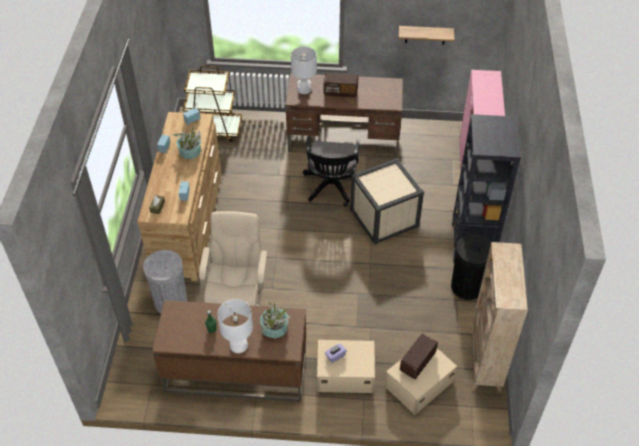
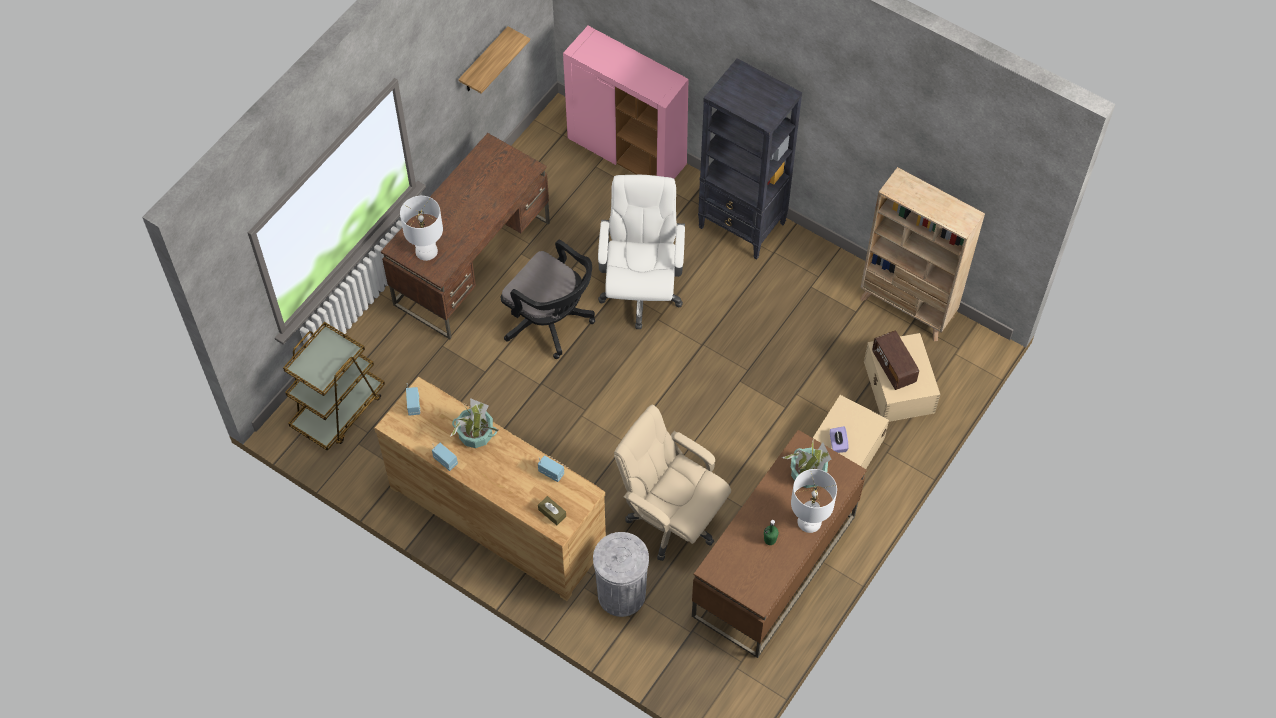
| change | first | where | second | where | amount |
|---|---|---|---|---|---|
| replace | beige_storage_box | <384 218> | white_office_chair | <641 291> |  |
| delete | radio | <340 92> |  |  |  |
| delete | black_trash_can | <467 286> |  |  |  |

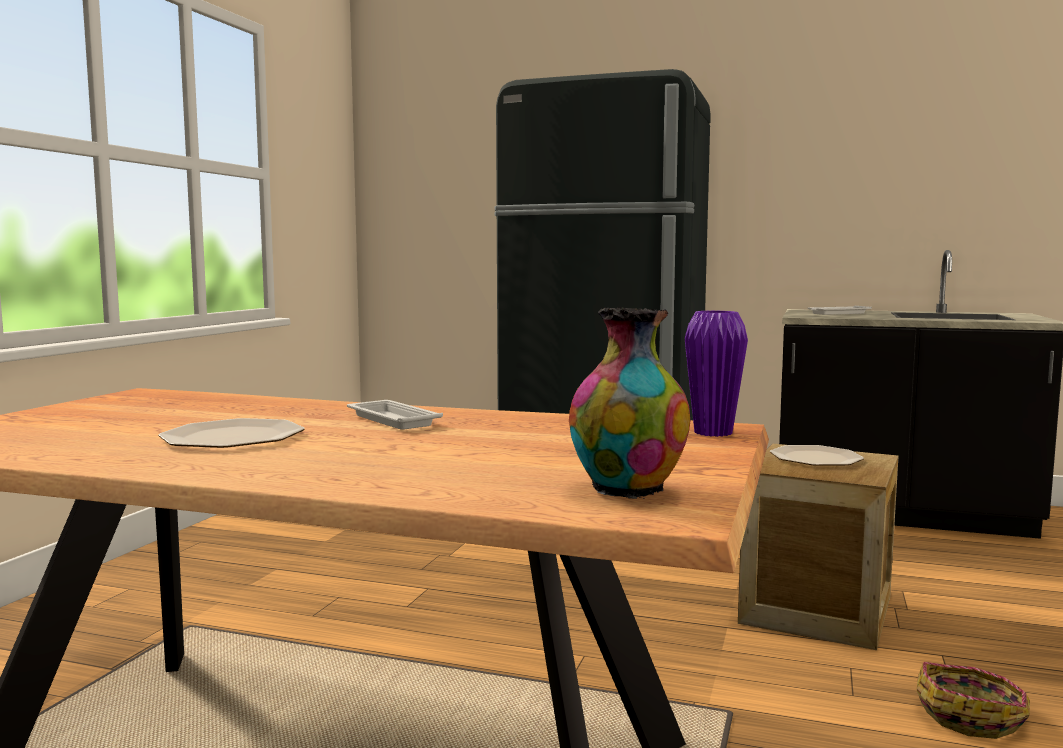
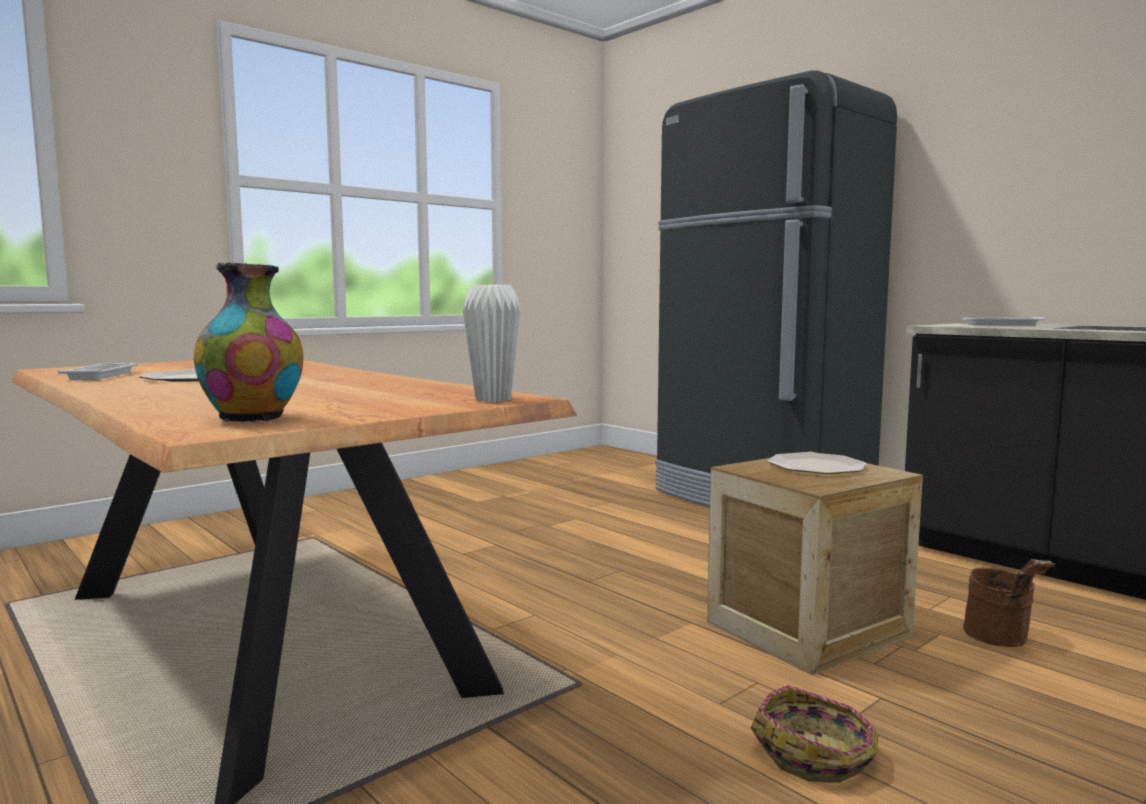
| change | first | where | second | where | amount |
|---|---|---|---|---|---|
| move | white_tray | <392 420> |  | <101 376> |  |
| recolor | purple_vase | <713 432> | white_vase | <493 399> |  |
| insert |  |  | brown_bucket | <1002 640> |  |

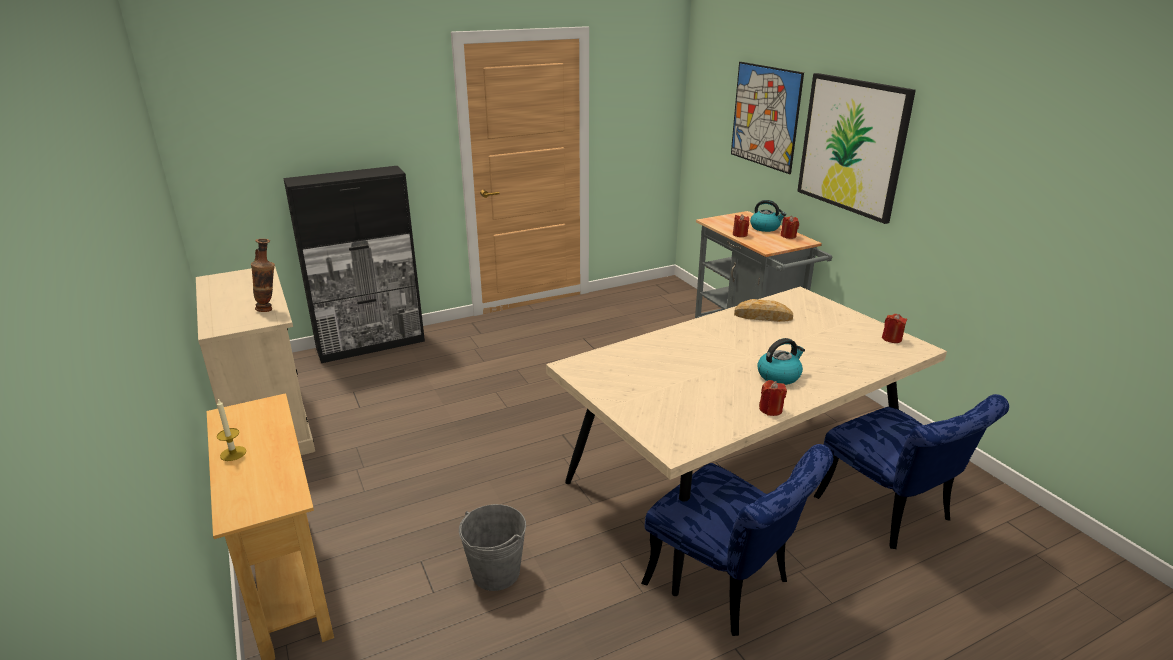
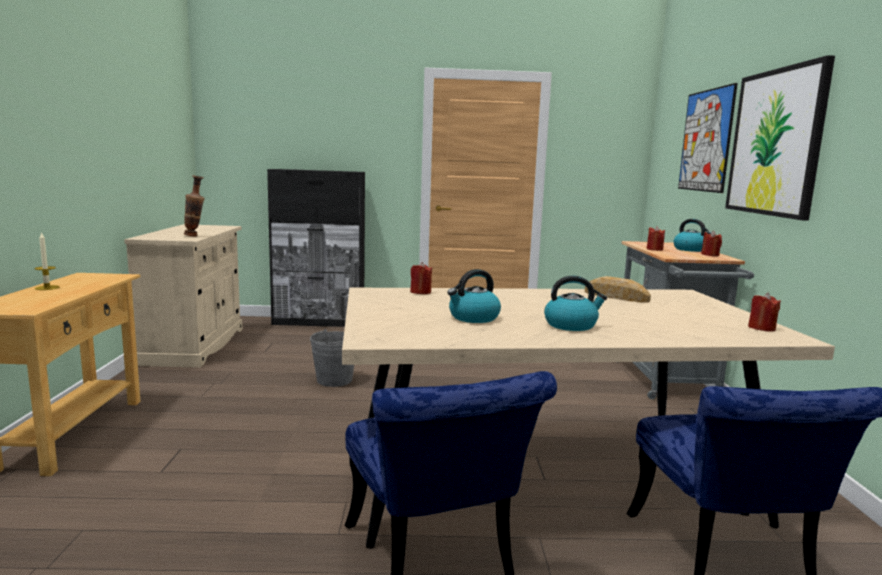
| change | first | where | second | where | amount |
|---|---|---|---|---|---|
| move | grey_bucket | <496 572> |  | <334 380> |  |
| move | red_candle | <770 410> |  | <420 292> |  |
| insert |  |  | kettle | <473 318> |  |

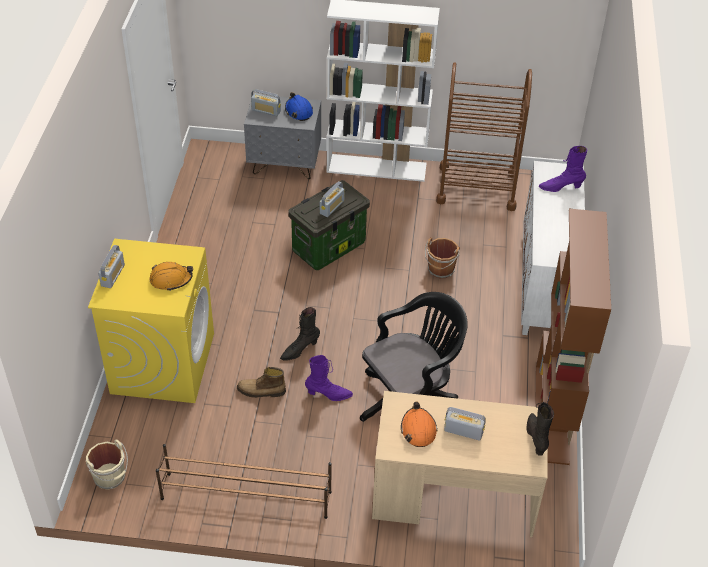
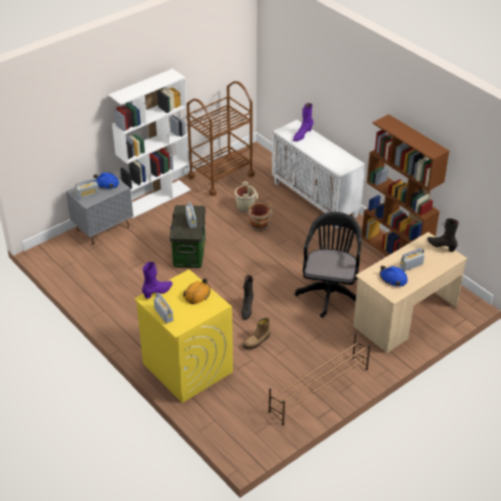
| change | first | where | second | where | amount |
|---|---|---|---|---|---|
| move | purple_boot | <328 395> |  | <158 292> |  |
| move | beige_bucket | <110 477> |  | <246 206> |  |
| recolor | orange_hard_hat | <418 429> | blue_hard_hat | <393 279> |  |

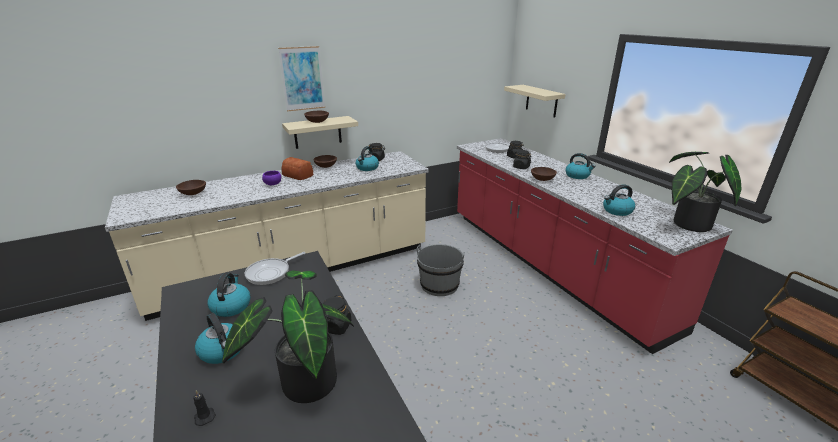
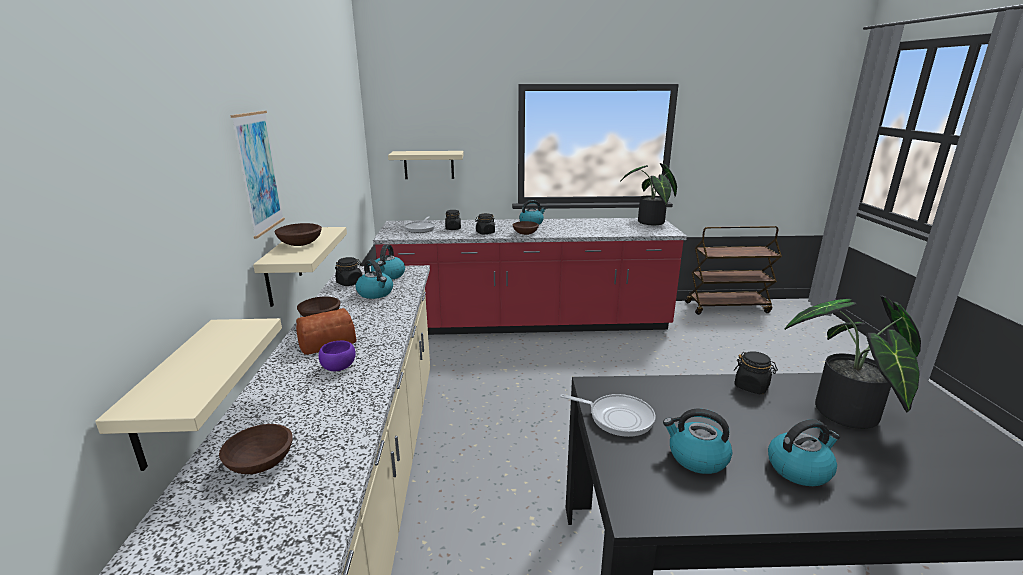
| change | first | where | second | where | amount |
|---|---|---|---|---|---|
| insert |  |  | beige_shelf | <172 394> |  |
| move | kettle | <617 211> |  | <388 275> |  |
| rotate | frying_pan | <271 273> |  | <617 417> | 45 degrees counterclockwise |
| delete | black_candle | <204 416> |  |  |  |
| delete | grey_bucket | <439 285> |  |  |  |

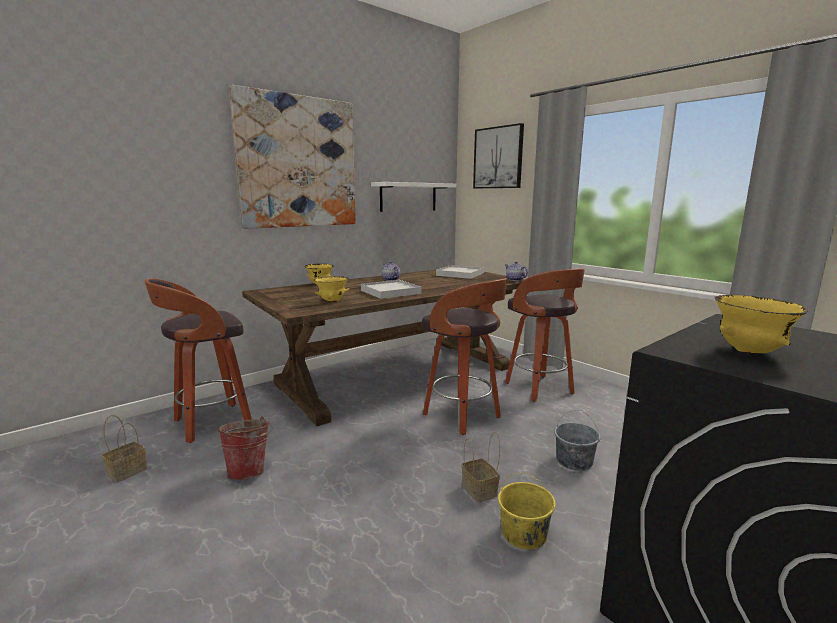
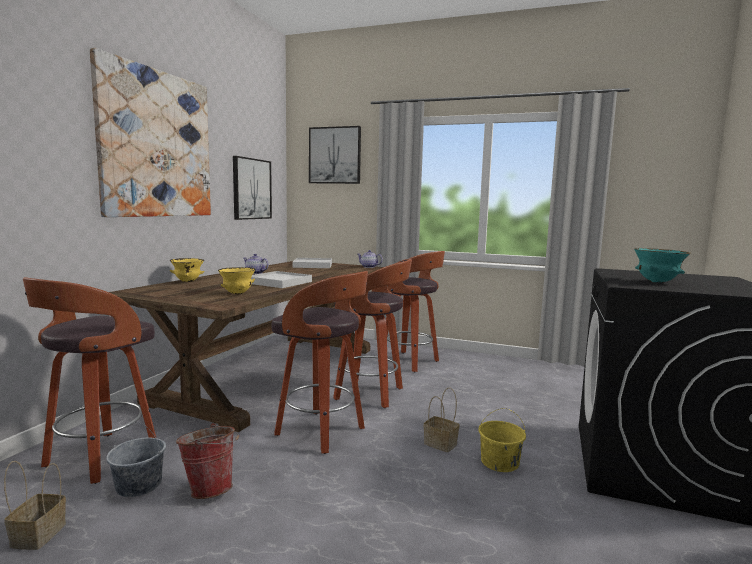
| change | first | where | second | where | amount |
|---|---|---|---|---|---|
| move | grey_bucket | <574 461> |  | <138 485> |  |
| replace | white_shelf | <408 197> | picture | <251 189> |  |
| insert |  |  | stool | <322 432> |  |
| recolor | yellow_bowl | <749 352> | turquoise_bowl | <657 282> |  |

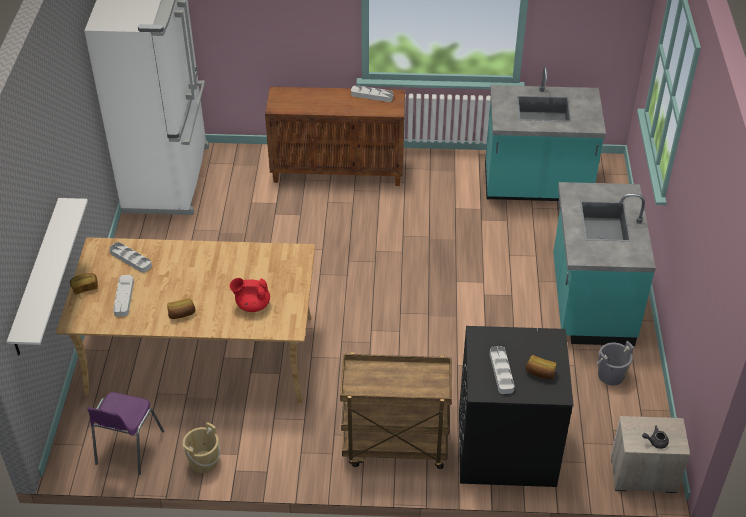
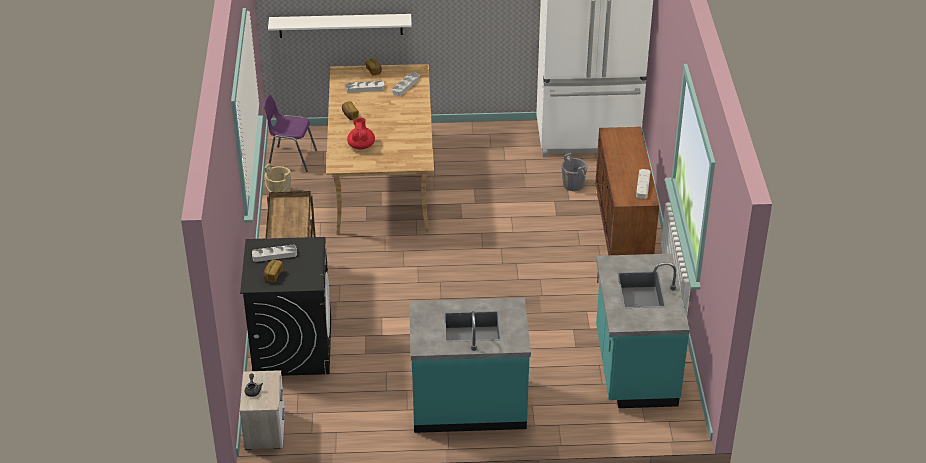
| change | first | where | second | where | amount |
|---|---|---|---|---|---|
| move | grey_bucket | <611 375> |  | <573 185> |  |

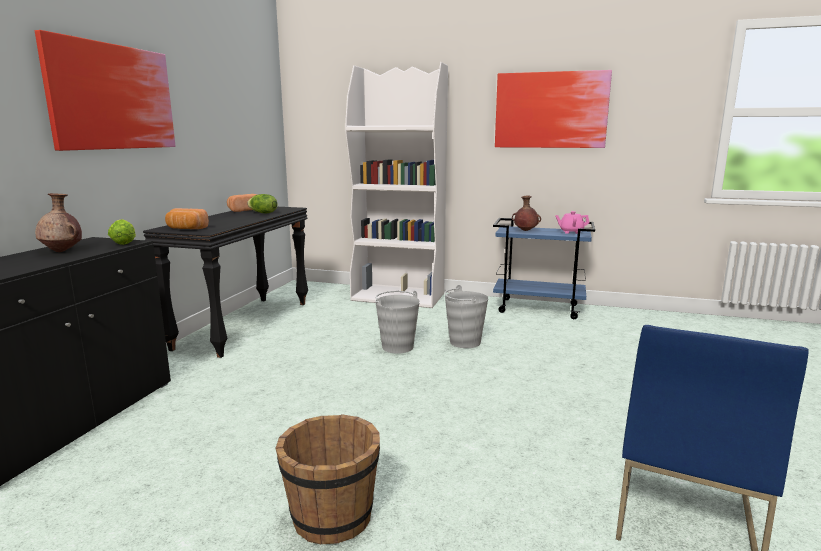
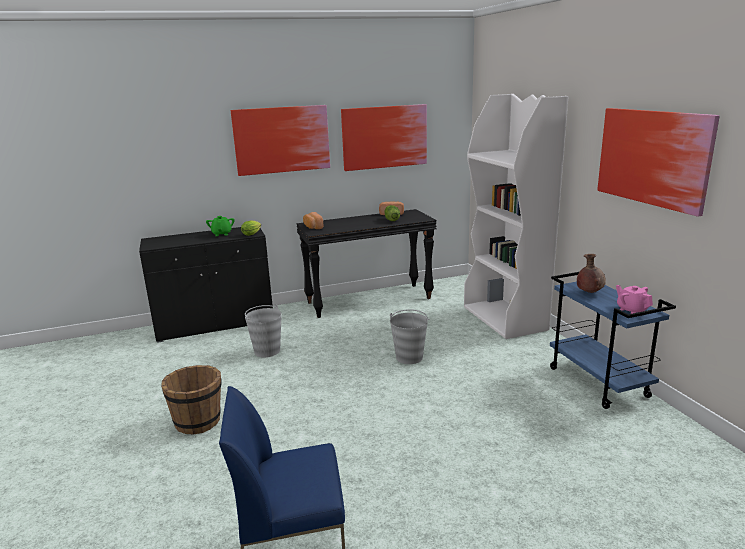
| change | first | where | second | where | amount |
|---|---|---|---|---|---|
| replace | brown_vase | <63 251> | green_teapot | <222 234> |  |
| move | grey_bucket | <464 342> |  | <267 351> |  |
| insert |  |  | picture | <384 137> |  |

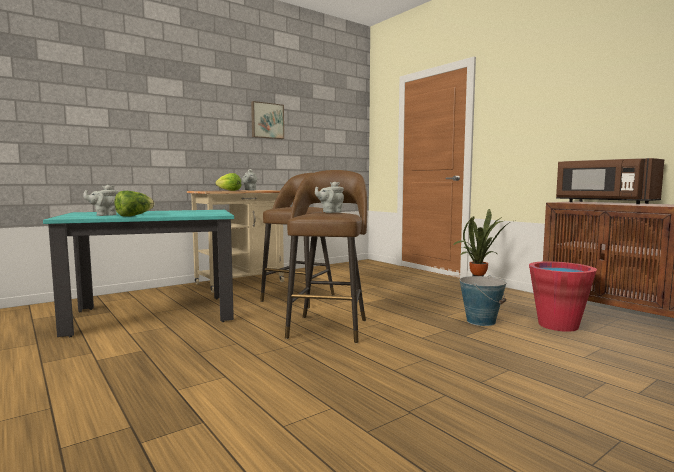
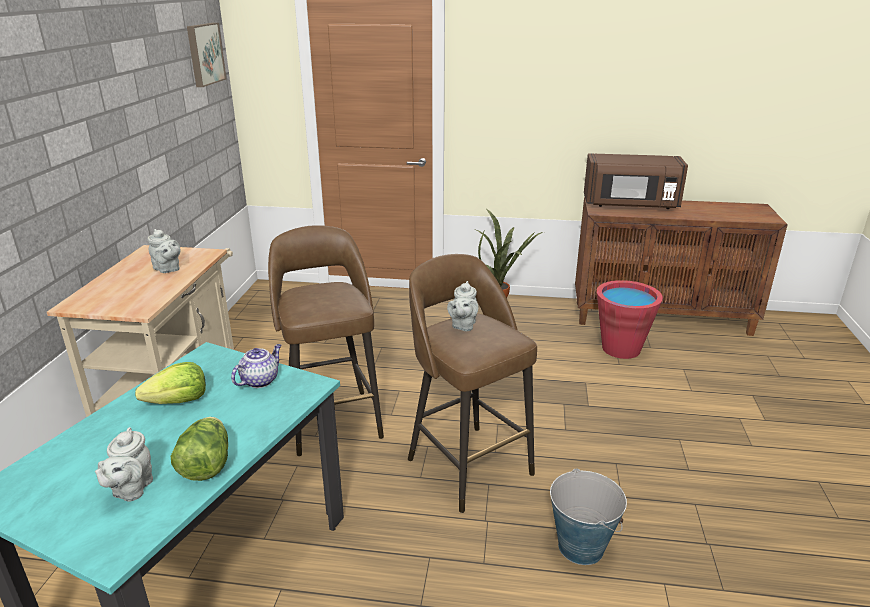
| change | first | where | second | where | amount |
|---|---|---|---|---|---|
| move | lettuce | <229 190> |  | <178 401> |  |
| move | picture | <267 120> |  | <204 54> |  |
| insert |  |  | teapot | <260 380> |  |
| move | bucket | <481 321> |  | <580 546> |  |

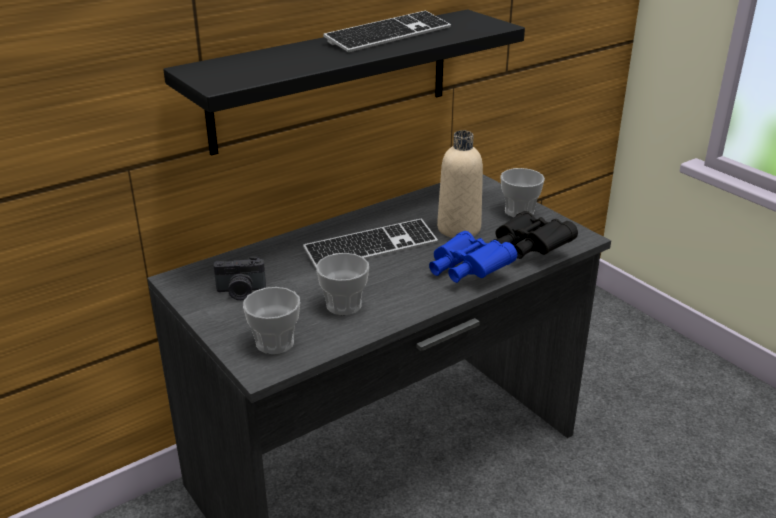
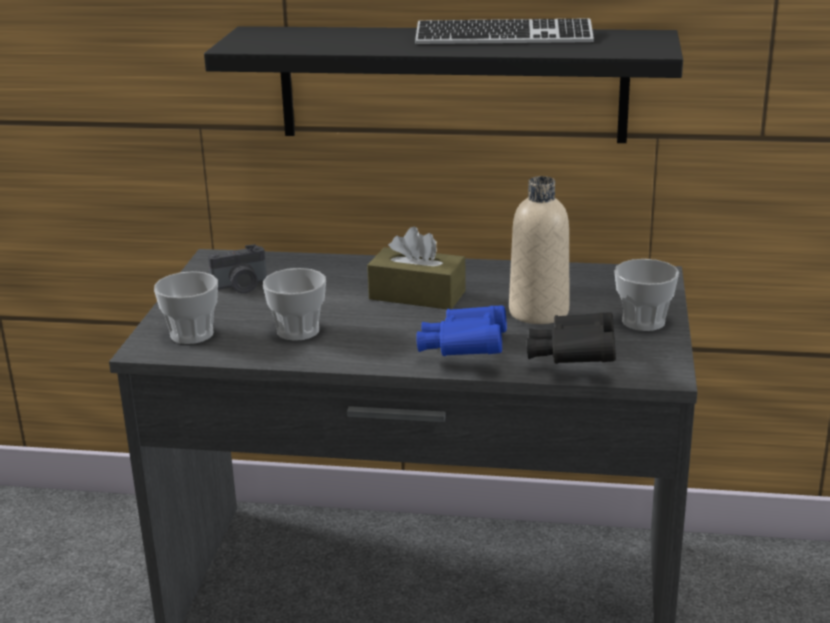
| change | first | where | second | where | amount |
|---|---|---|---|---|---|
| rotate | photo_camera | <241 292> |  | <241 286> | 60 degrees counterclockwise |
| replace | keyboard | <371 247> | brown_tissue_box | <417 295> |  |

